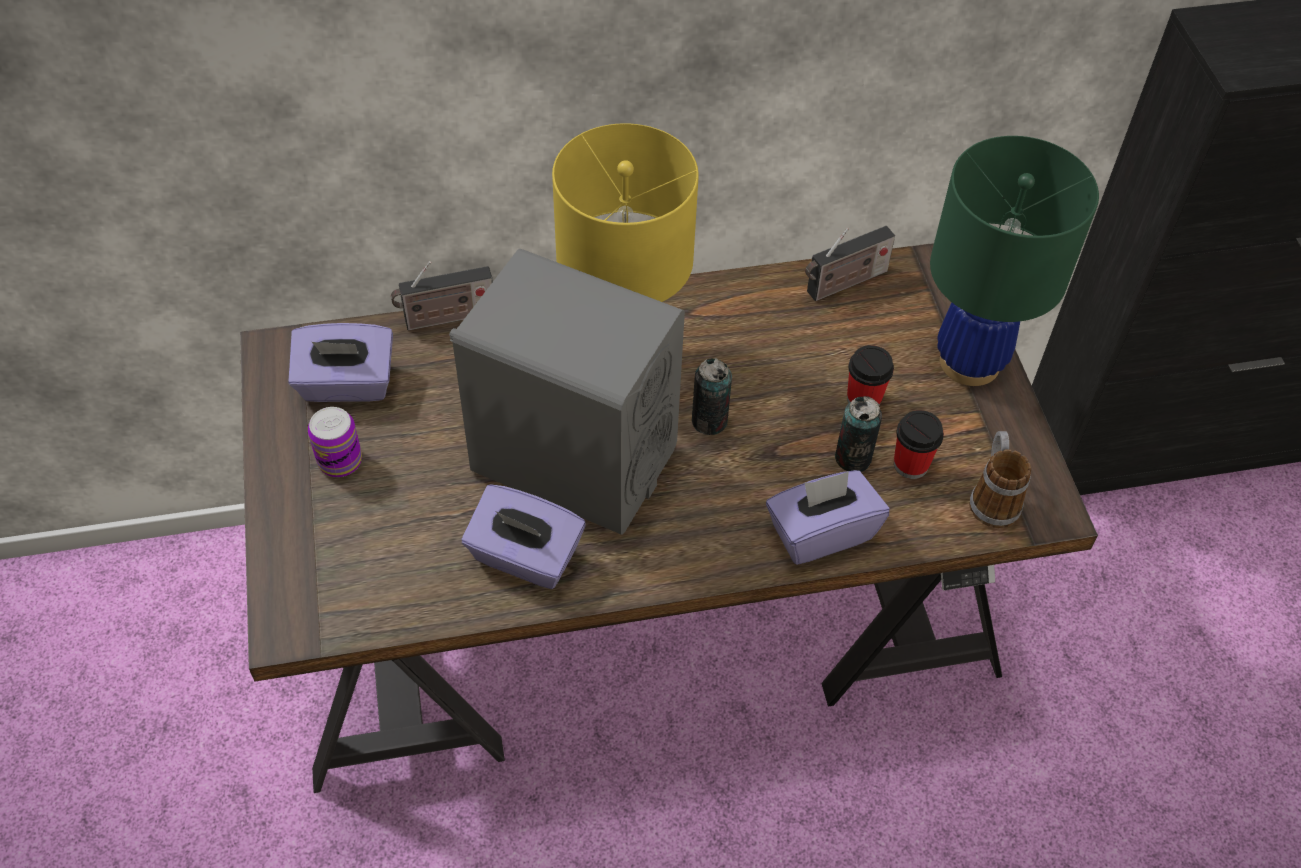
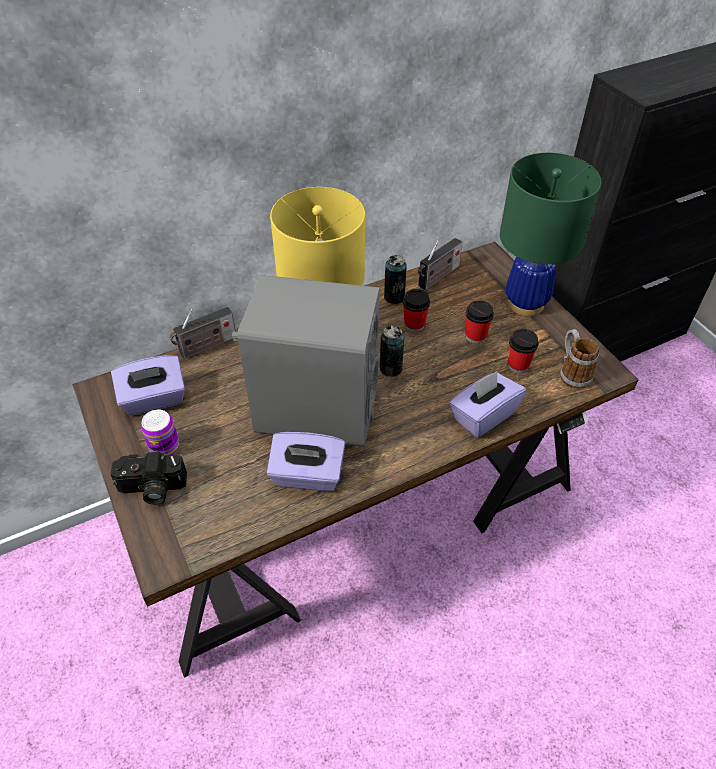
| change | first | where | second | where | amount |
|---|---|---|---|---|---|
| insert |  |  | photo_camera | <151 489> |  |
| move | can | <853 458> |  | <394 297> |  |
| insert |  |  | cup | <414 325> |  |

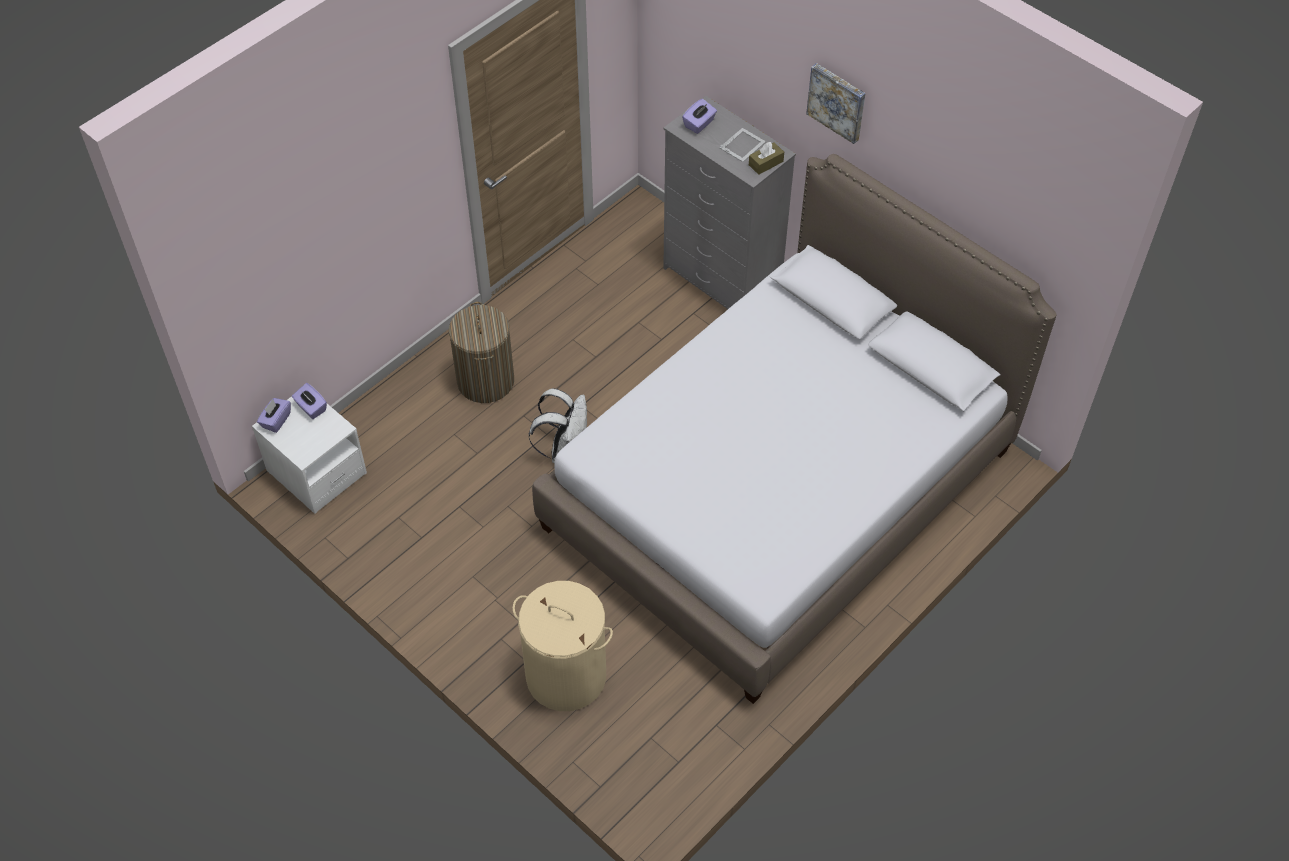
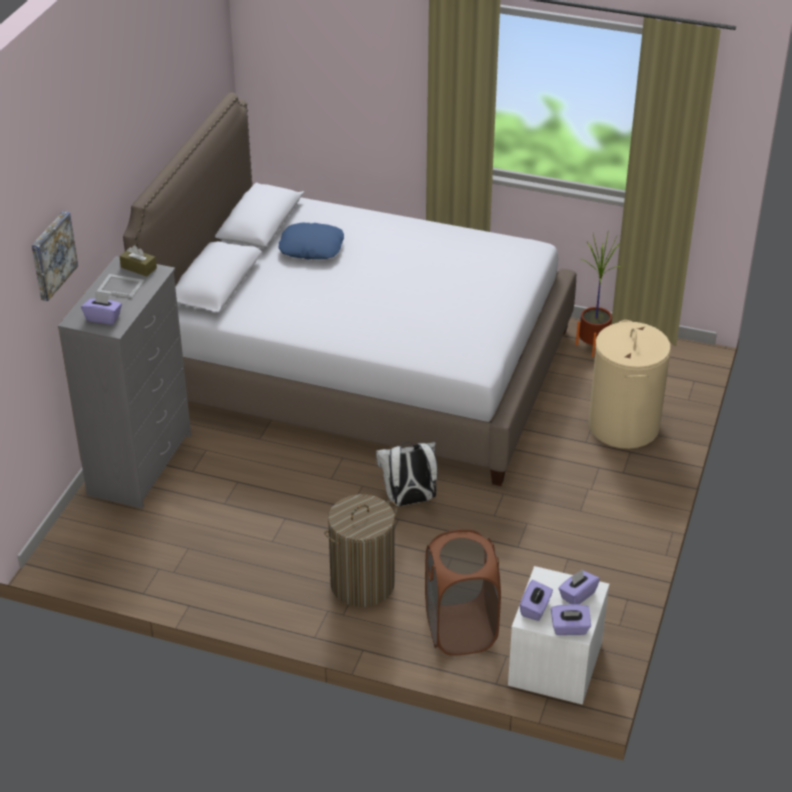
| change | first | where | second | where | amount |
|---|---|---|---|---|---|
| move | picture | <837 101> |  | <51 255> |  |
| insert |  |  | blue_pillow | <311 247> |  |
| insert |  |  | brown_laundry_basket | <460 629> |  |
| insert |  |  | purple_tissue_box | <577 595> |  |
| insert |  |  | potted_plant | <593 346> |  |

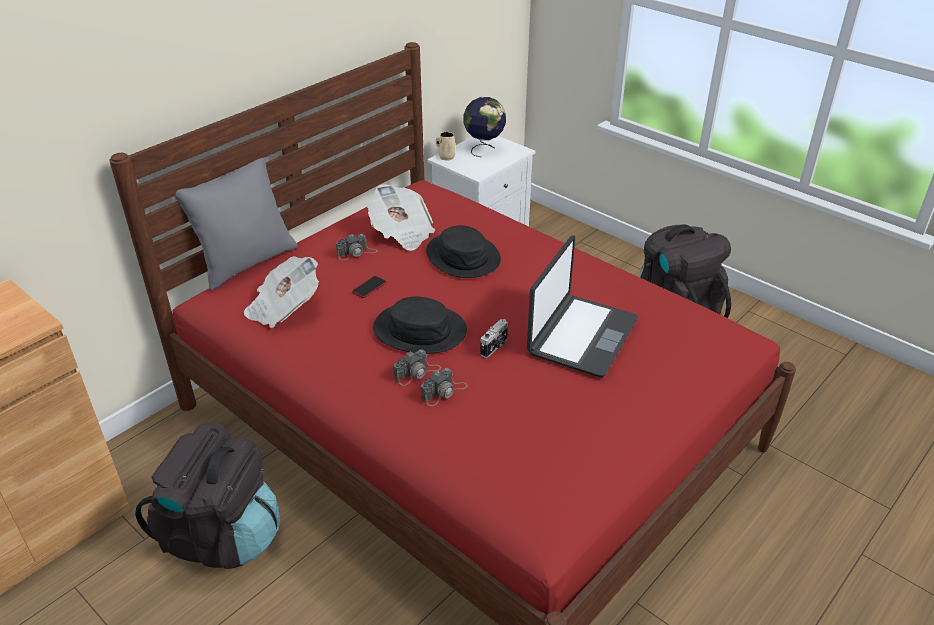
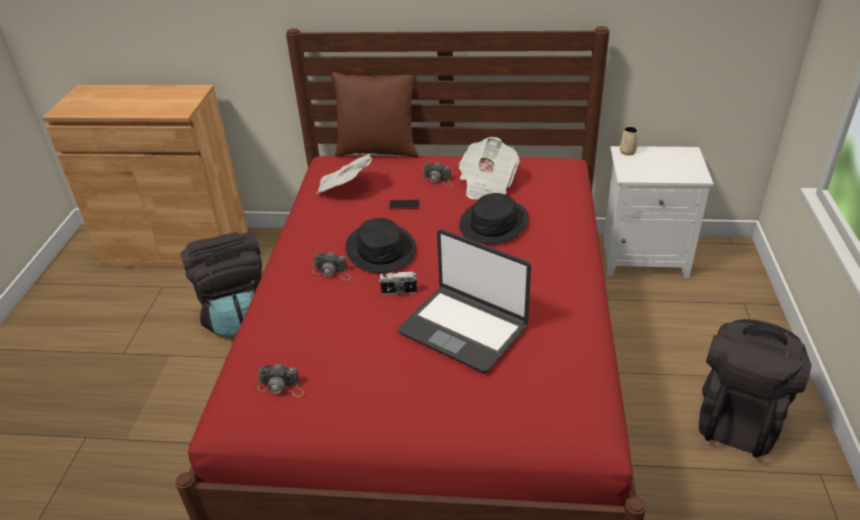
| change | first | where | second | where | amount |
|---|---|---|---|---|---|
| move | photo_camera | <444 392> |  | <282 387> |  |
| recolor | grey_pillow | <246 263> | brown_pillow | <378 151> |  |
| rotate | laptop | <581 336> |  | <463 328> | 45 degrees clockwise |
| delete | globe | <484 148> |  |  |  |

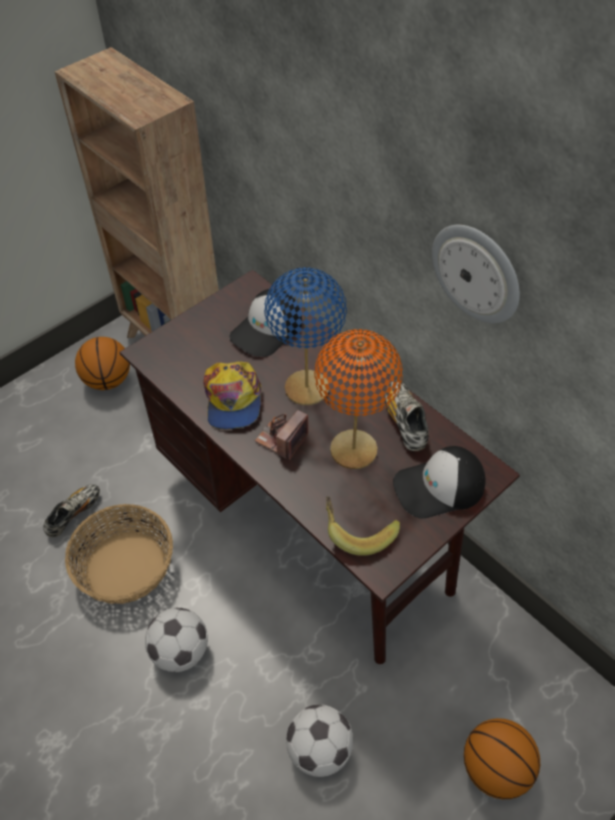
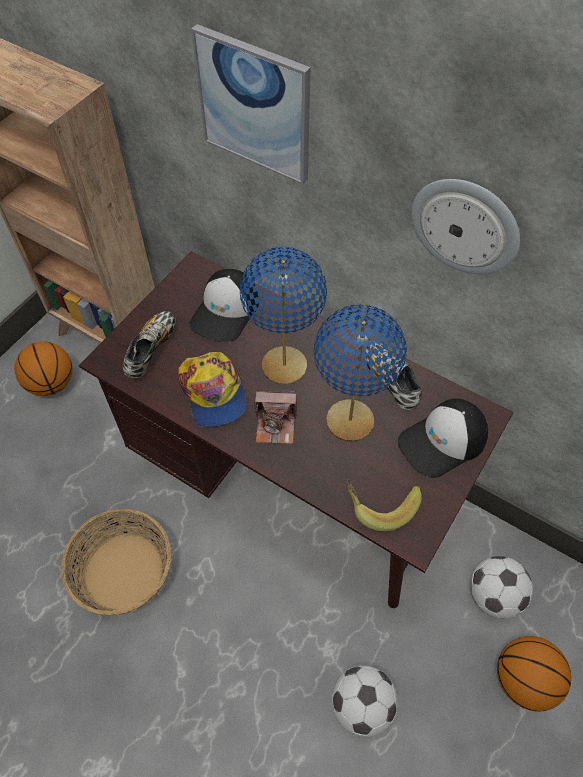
| change | first | where | second | where | amount |
|---|---|---|---|---|---|
| move | shoe | <73 514> |  | <151 350> |  |
| insert |  |  | picture | <255 105> |  |
| rotate | photo_camera | <282 439> |  | <276 424> | 105 degrees counterclockwise |
| recolor | orange_table_lamp | <354 449> | blue_table_lamp | <350 420> |  |
| move | football | <180 651> |  | <493 595> |  |

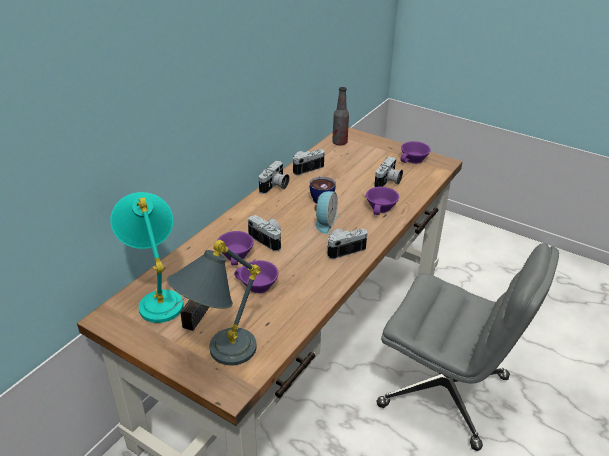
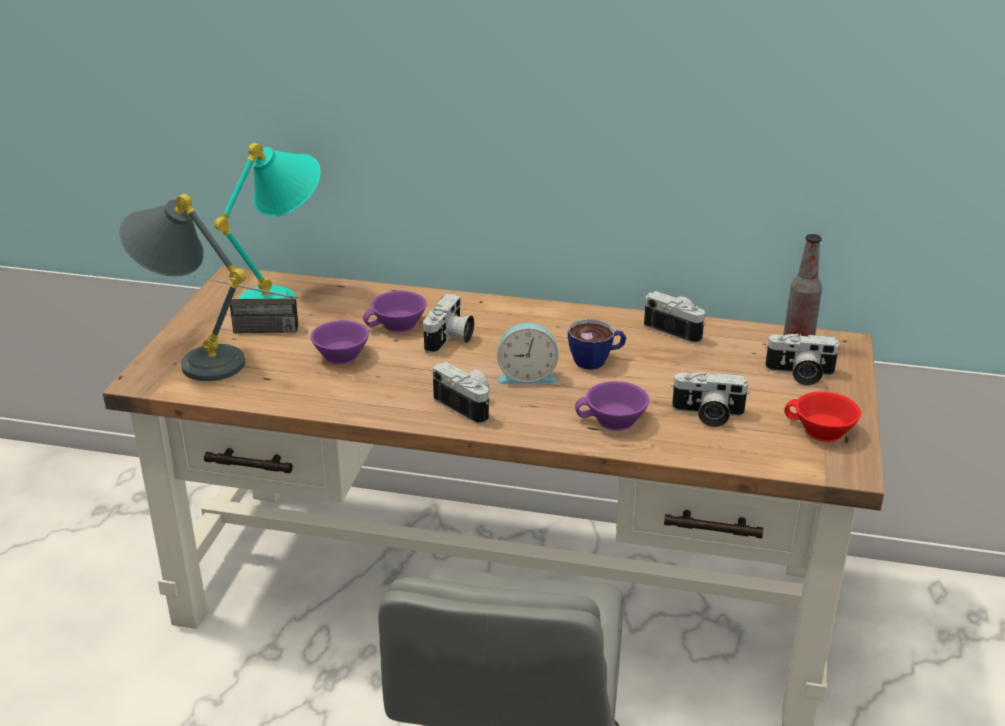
| change | first | where | second | where | amount |
|---|---|---|---|---|---|
| move | photo_camera | <275 186> |  | <799 375> |  |
| recolor | purple_cup | <414 160> | red_cup | <821 432> |  |

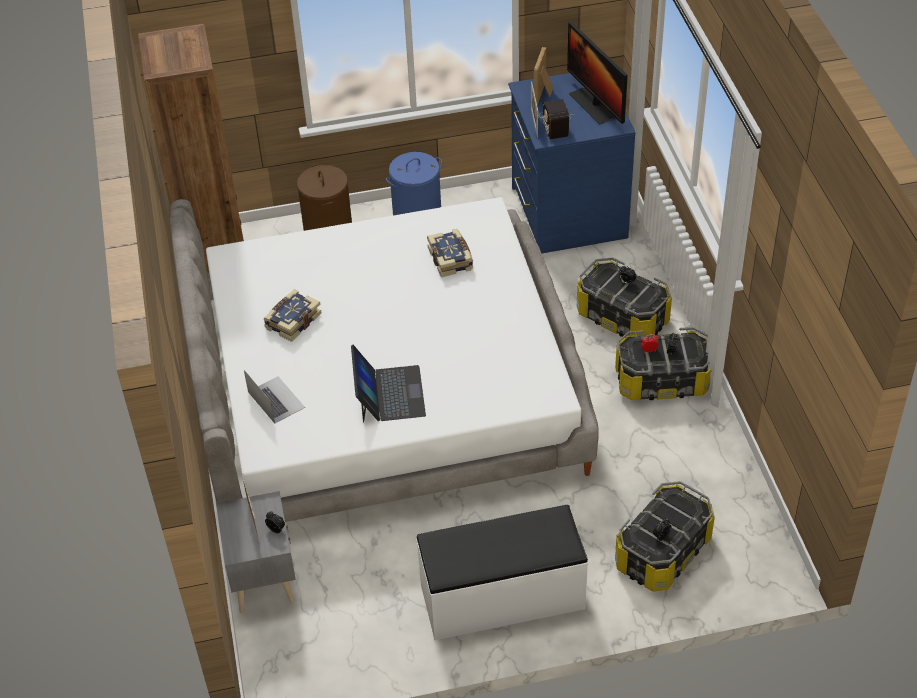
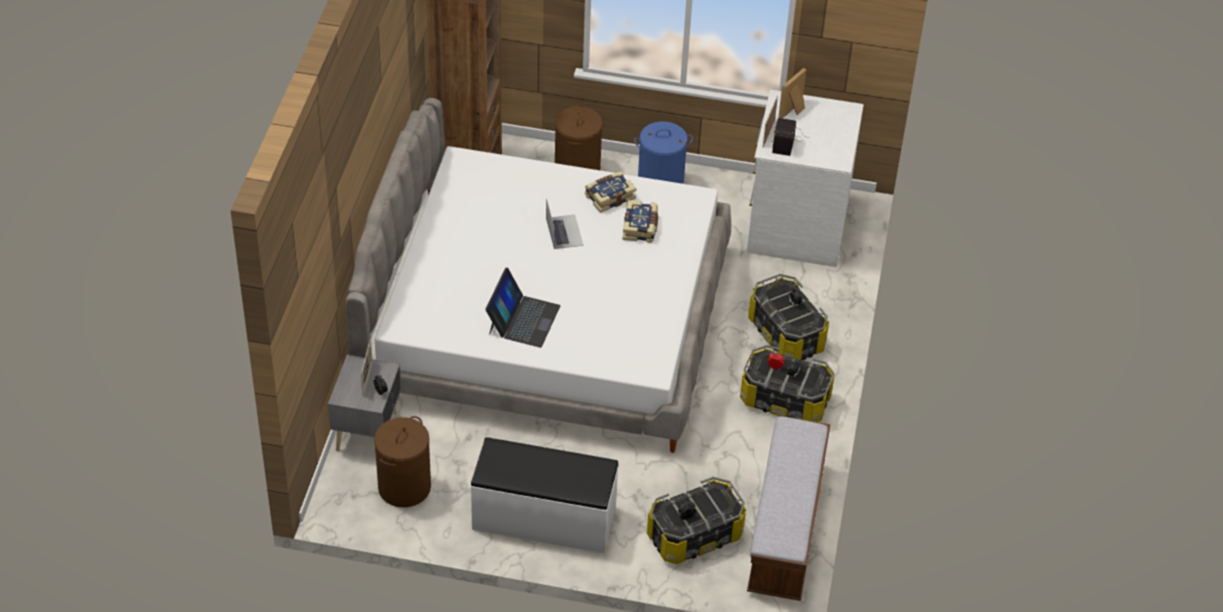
| change | first | where | second | where | amount |
|---|---|---|---|---|---|
| insert |  |  | brown_laundry_basket | <404 487> |  |
| move | laptop | <276 399> |  | <564 231> |  |
| move | book | <292 321> |  | <609 197> |  |
| recolor | blue_dresser | <566 213> | white_dresser | <796 225> |  |
| insert |  |  | bench | <785 529> |  |
| delete | monitor | <595 105> |  |  |  |

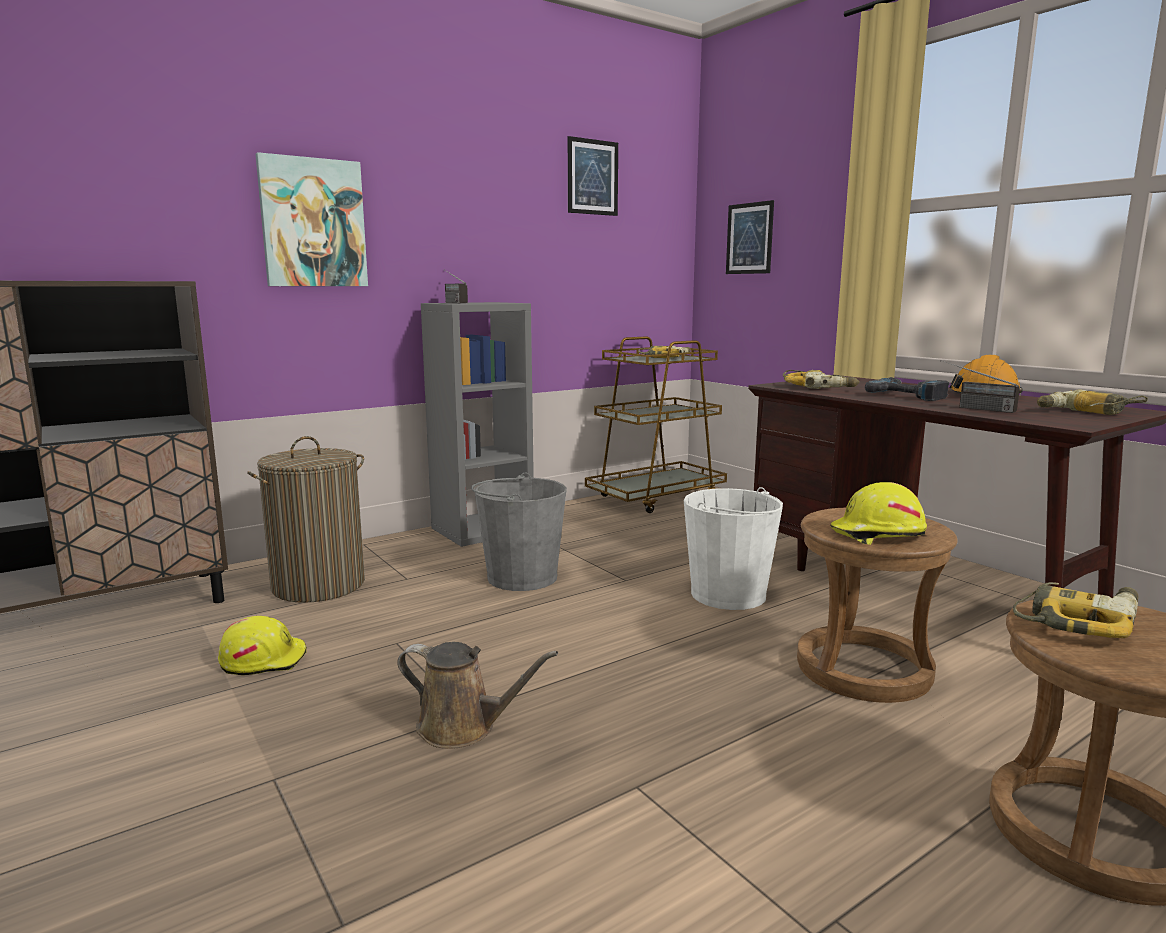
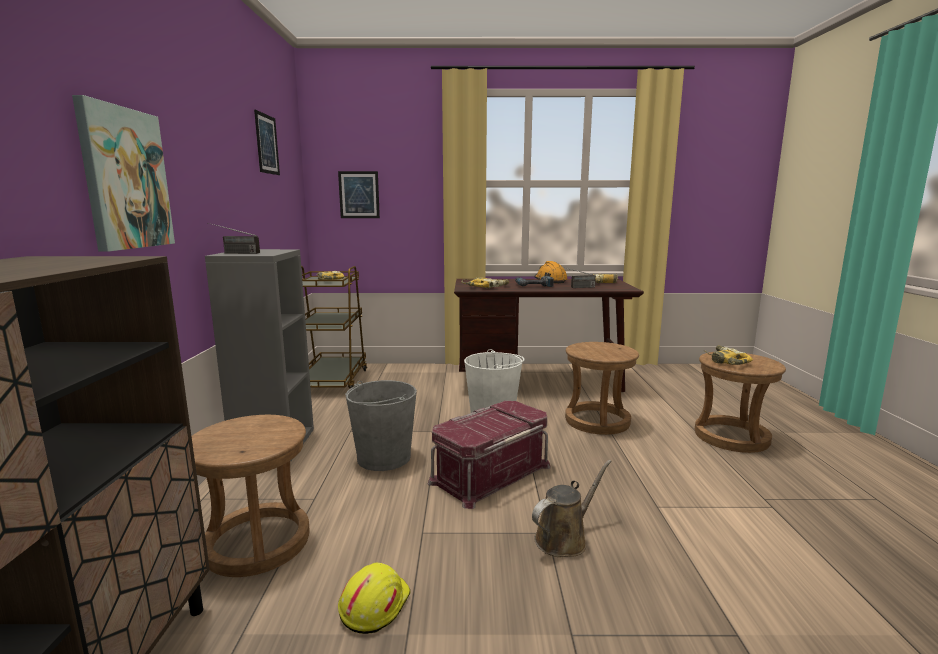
| change | first | where | second | where | amount |
|---|---|---|---|---|---|
| replace | laundry_basket | <319 585> | brown_stool | <257 542> |  |
| insert |  |  | red_storage_box | <489 473> |  |
| delete | yellow_hard_hat | <877 534> |  |  |  |

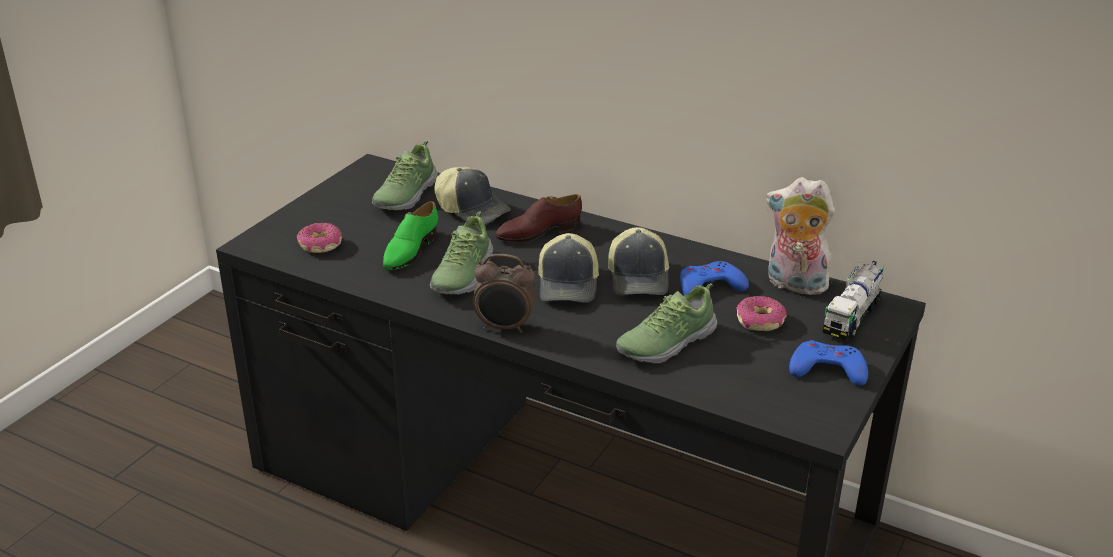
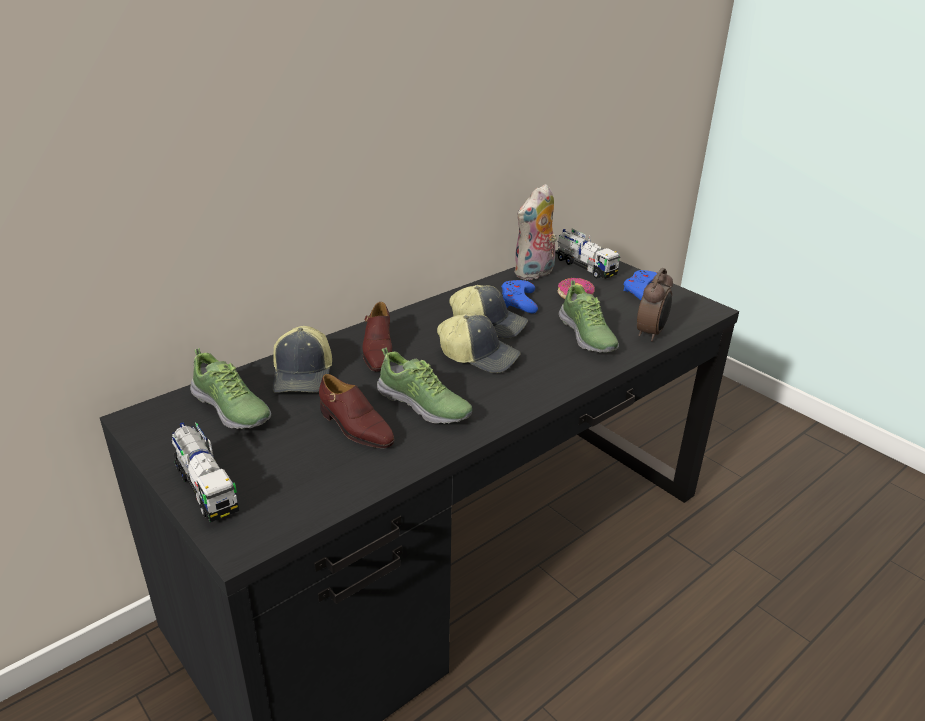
| change | first | where | second | where | amount |
|---|---|---|---|---|---|
| insert |  |  | toy_truck | <206 487> |  |
| rotate | cap | <473 209> |  | <304 375> | 120 degrees clockwise |
| recolor | green_shoe | <409 251> | brown_shoe | <355 427> |  |
| move | alarm_clock | <504 327> |  | <651 333> |  |
| delete | donut | <320 245> |  |  |  |

